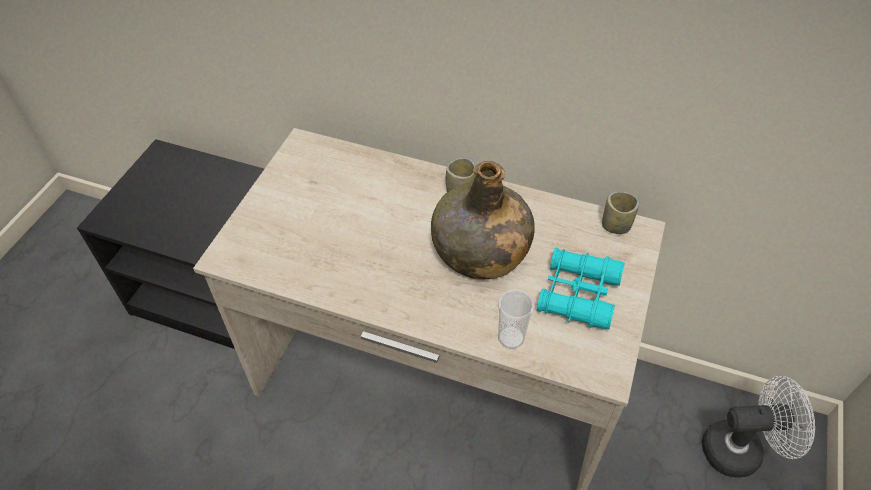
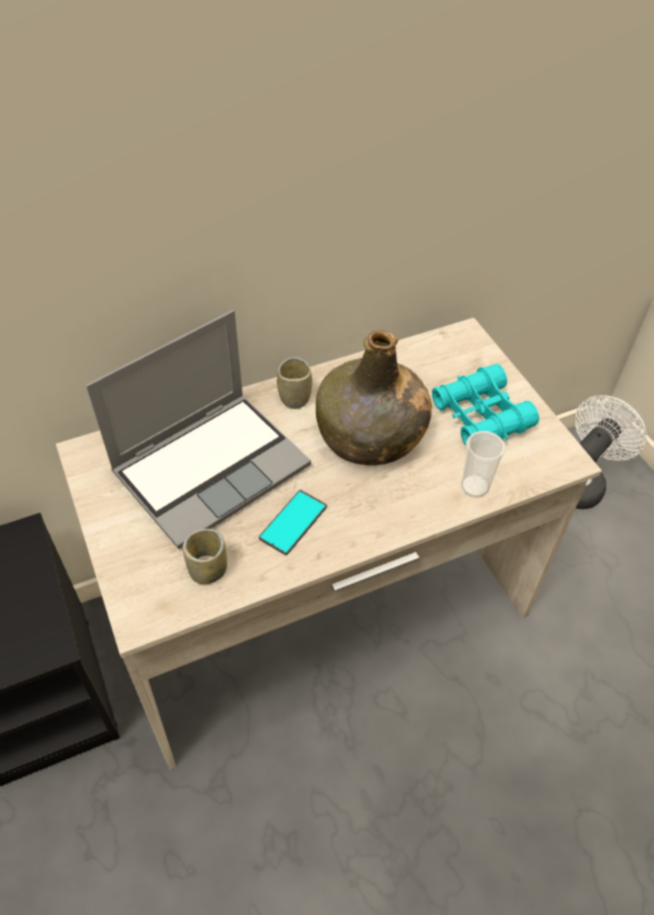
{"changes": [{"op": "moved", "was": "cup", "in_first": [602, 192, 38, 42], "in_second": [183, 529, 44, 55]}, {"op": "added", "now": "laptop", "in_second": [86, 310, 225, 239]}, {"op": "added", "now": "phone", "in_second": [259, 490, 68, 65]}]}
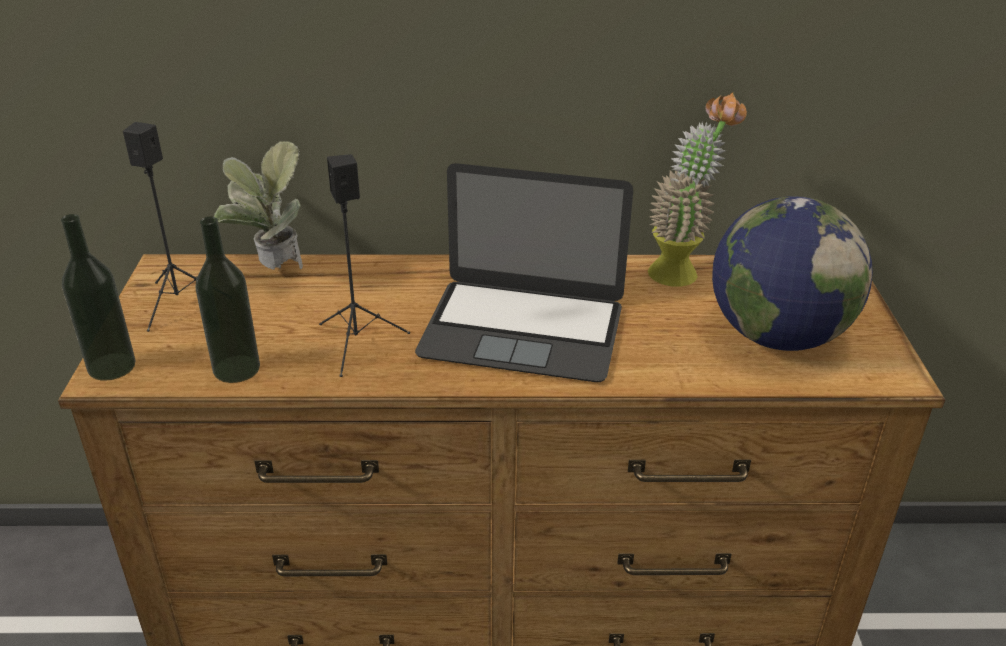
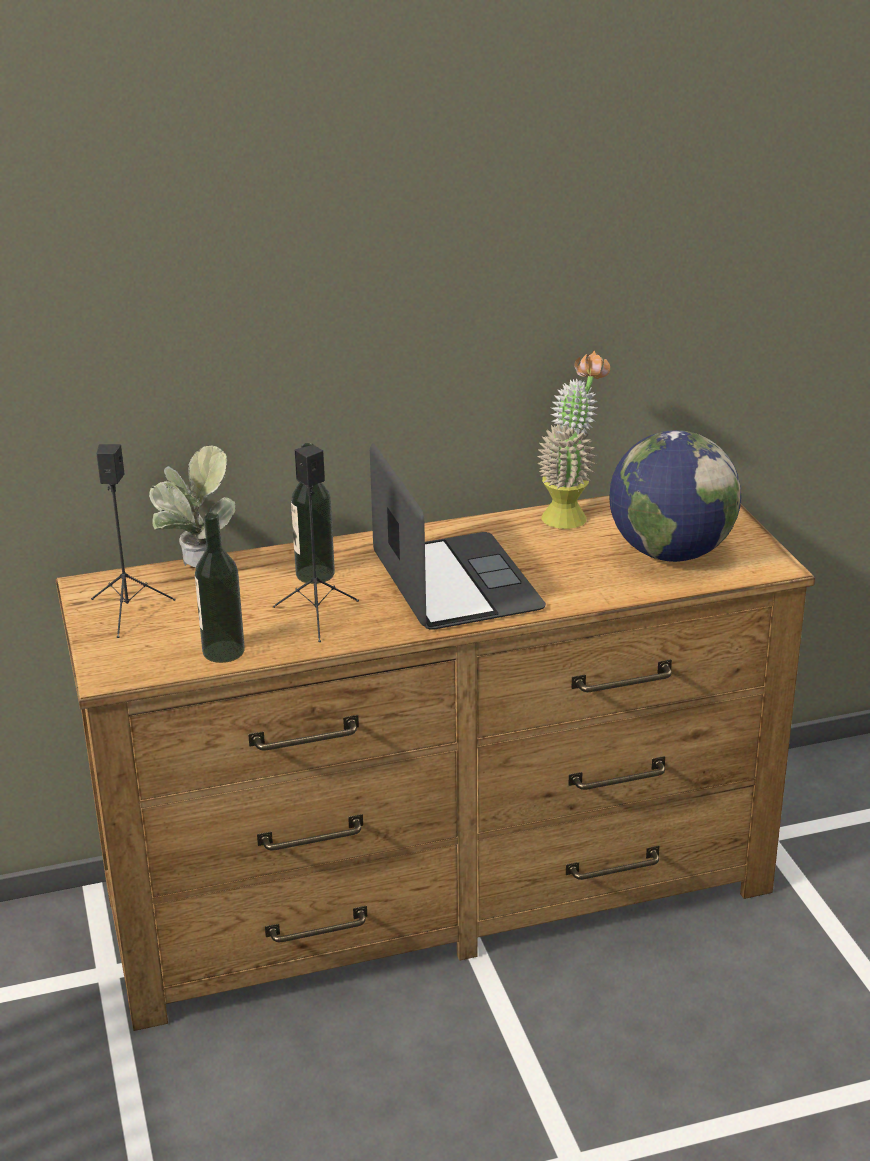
{"changes": [{"op": "turned", "was": "laptop", "in_first": [415, 163, 218, 219], "in_second": [370, 443, 176, 187], "clockwise": -105}, {"op": "moved", "was": "bottle", "in_first": [61, 214, 74, 167], "in_second": [291, 443, 44, 141]}]}
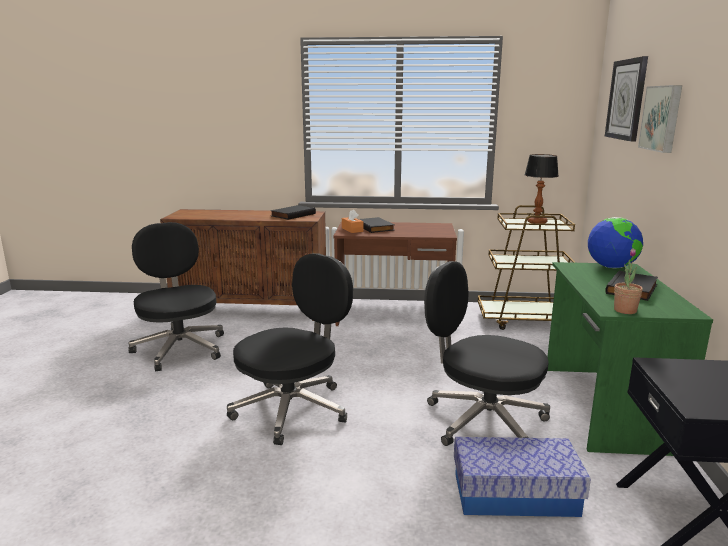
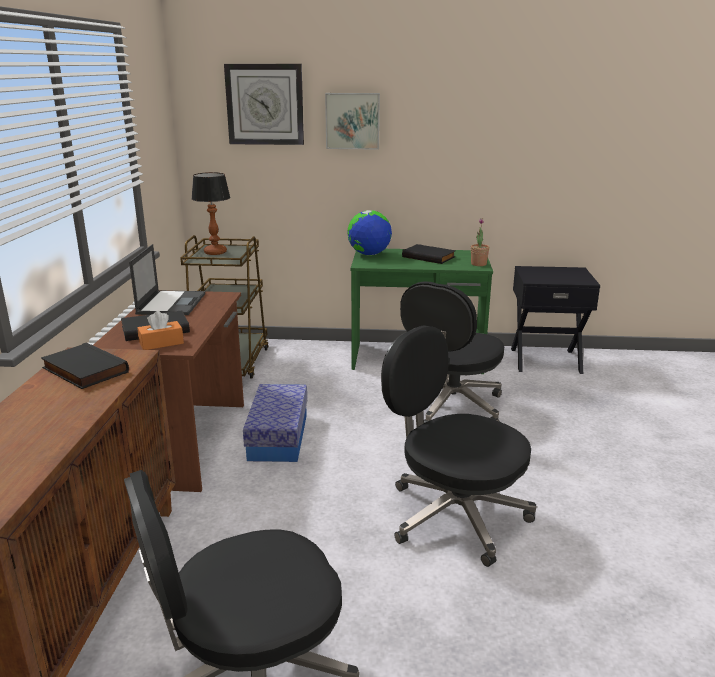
{"changes": [{"op": "moved", "was": "storage_box", "in_first": [454, 437, 137, 80], "in_second": [243, 384, 64, 78]}, {"op": "added", "now": "laptop", "in_second": [129, 244, 76, 71]}]}
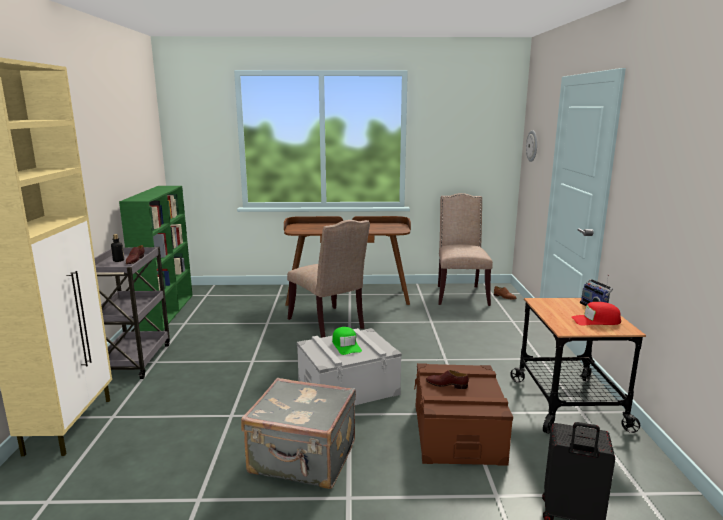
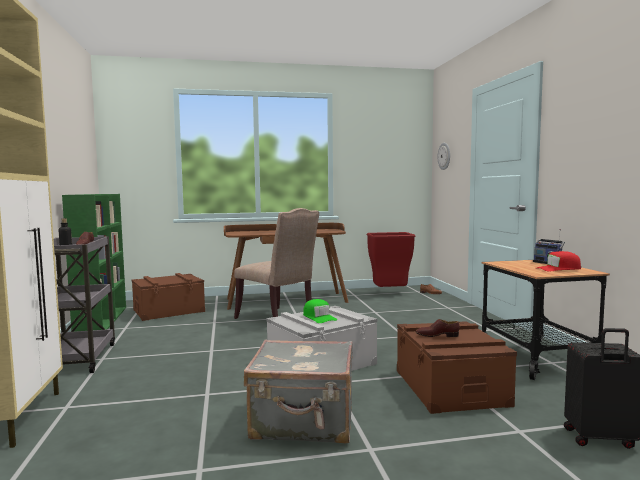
{"changes": [{"op": "replaced", "was": "beige_chair", "now": "red_trash_can", "in_first": [438, 193, 55, 113], "in_second": [367, 232, 48, 55]}, {"op": "added", "now": "brown_storage_box", "in_second": [132, 273, 73, 48]}]}
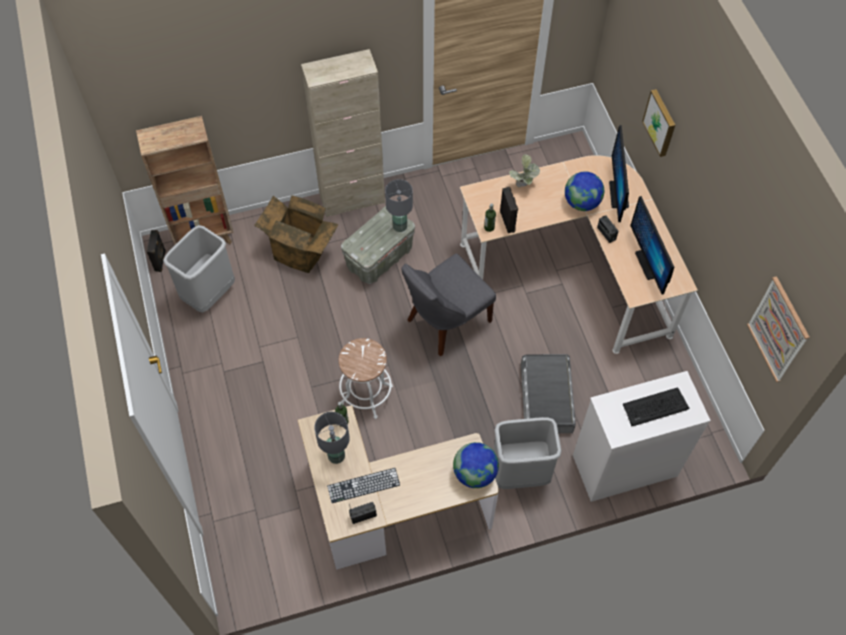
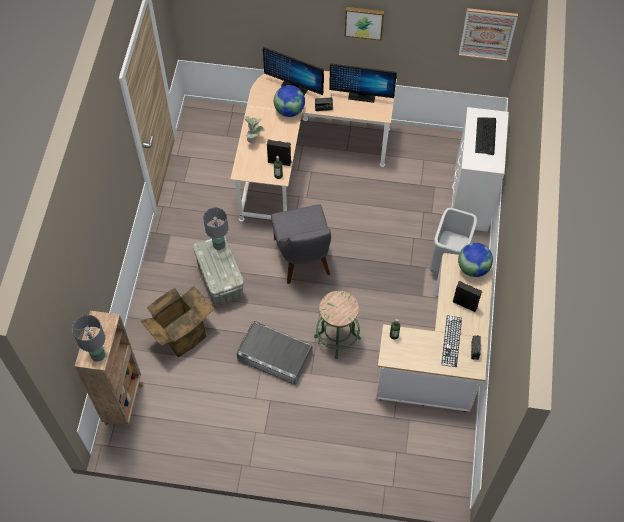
{"changes": [{"op": "removed", "was": "beige_cabinet", "in_first": [301, 49, 84, 168]}, {"op": "moved", "was": "picture", "in_first": [642, 89, 33, 68], "in_second": [345, 7, 39, 34]}, {"op": "removed", "was": "grey_trash_can", "in_first": [163, 225, 72, 88]}, {"op": "moved", "was": "black_speaker", "in_first": [147, 230, 19, 42], "in_second": [453, 281, 30, 31]}, {"op": "recoloured", "was": "white_stool", "now": "green_stool", "in_first": [339, 338, 54, 81], "in_second": [314, 291, 47, 68]}, {"op": "moved", "was": "grey_storage_box", "in_first": [521, 354, 55, 79], "in_second": [236, 321, 77, 64]}, {"op": "moved", "was": "grey_table_lamp", "in_first": [314, 412, 36, 52], "in_second": [72, 315, 34, 47]}]}
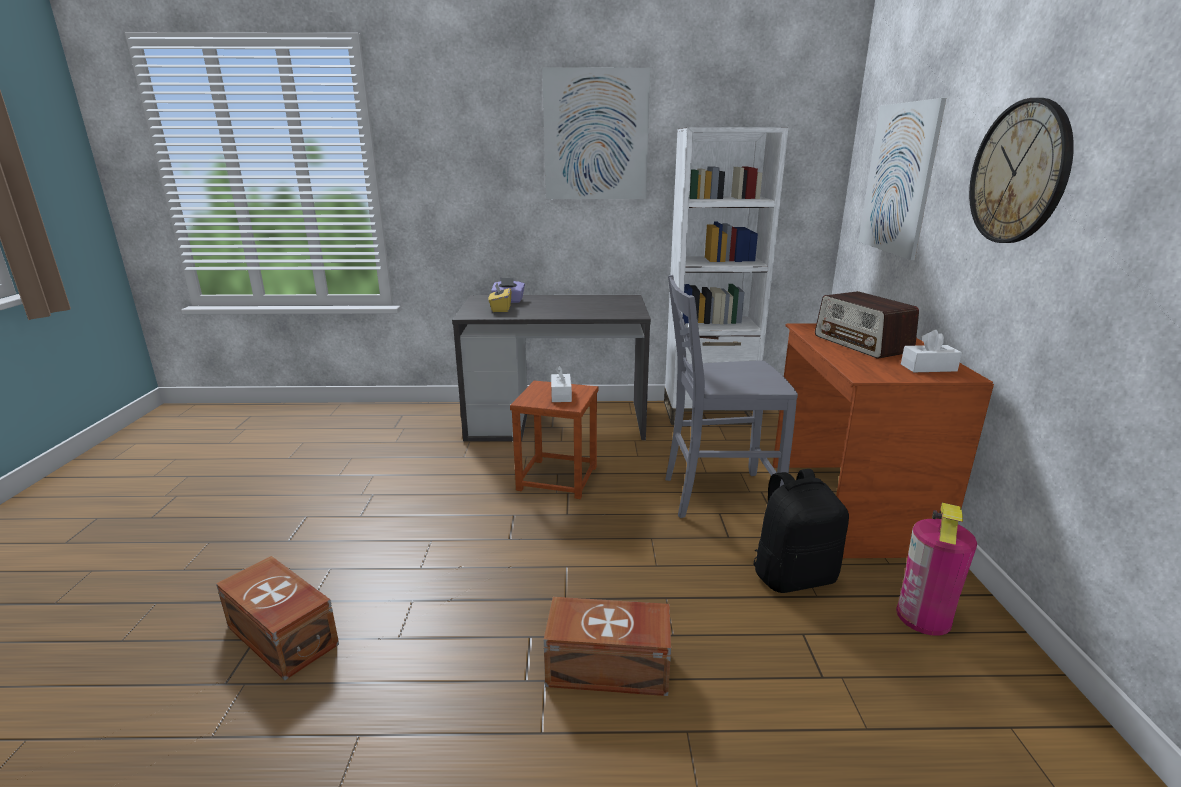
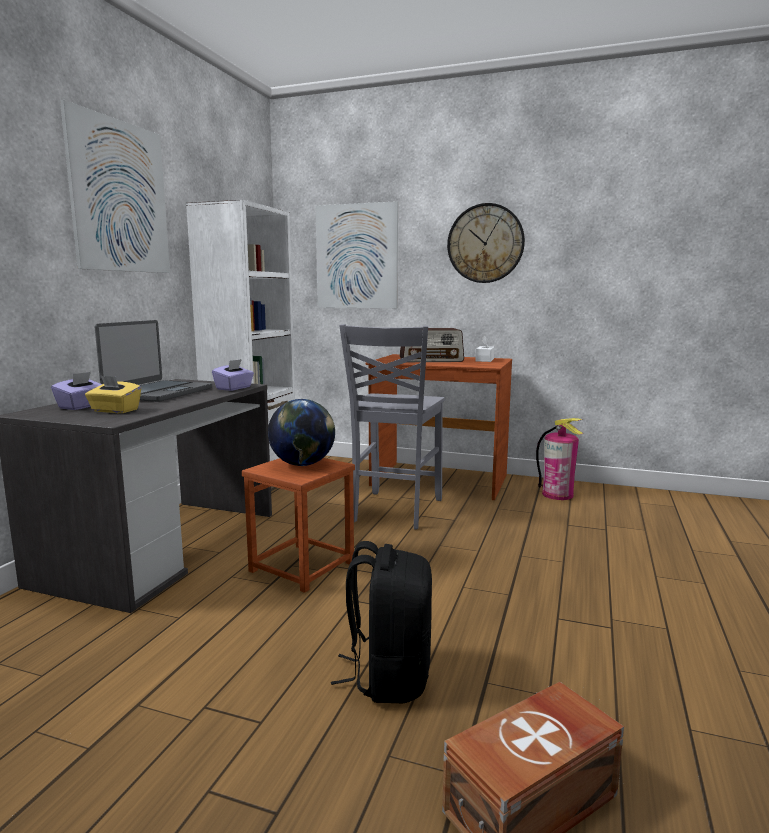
{"changes": [{"op": "replaced", "was": "white_tissue_box", "now": "globe", "in_first": [551, 366, 21, 36], "in_second": [268, 399, 67, 67]}, {"op": "moved", "was": "black_backpack", "in_first": [753, 469, 96, 124], "in_second": [331, 541, 101, 162]}, {"op": "removed", "was": "brown_storage_box", "in_first": [544, 597, 127, 99]}, {"op": "added", "now": "laptop", "in_second": [95, 320, 117, 82]}, {"op": "added", "now": "purple_tissue_box", "in_second": [212, 359, 42, 32]}]}
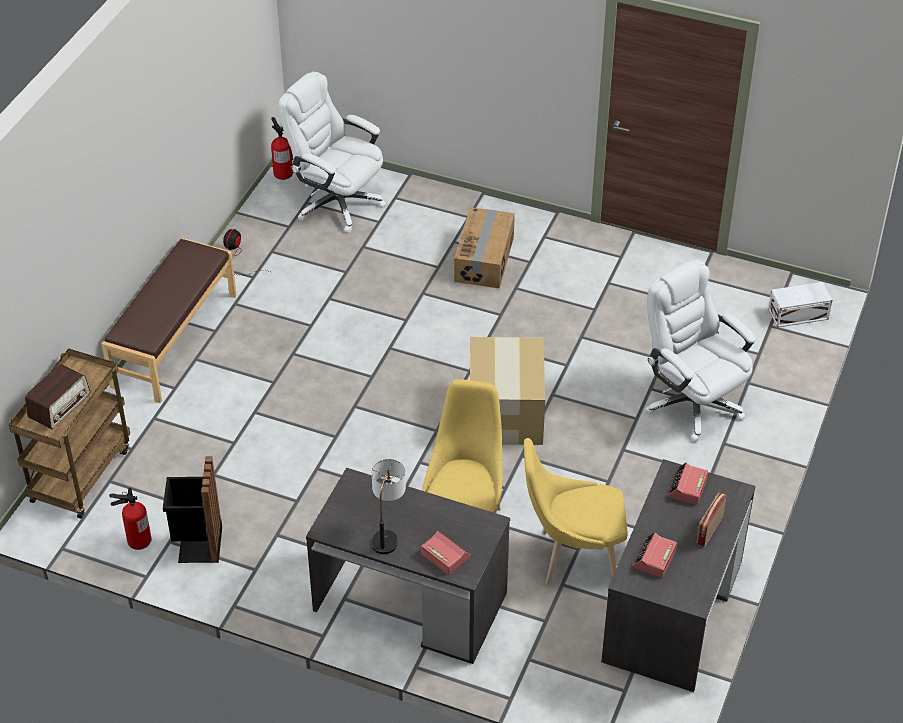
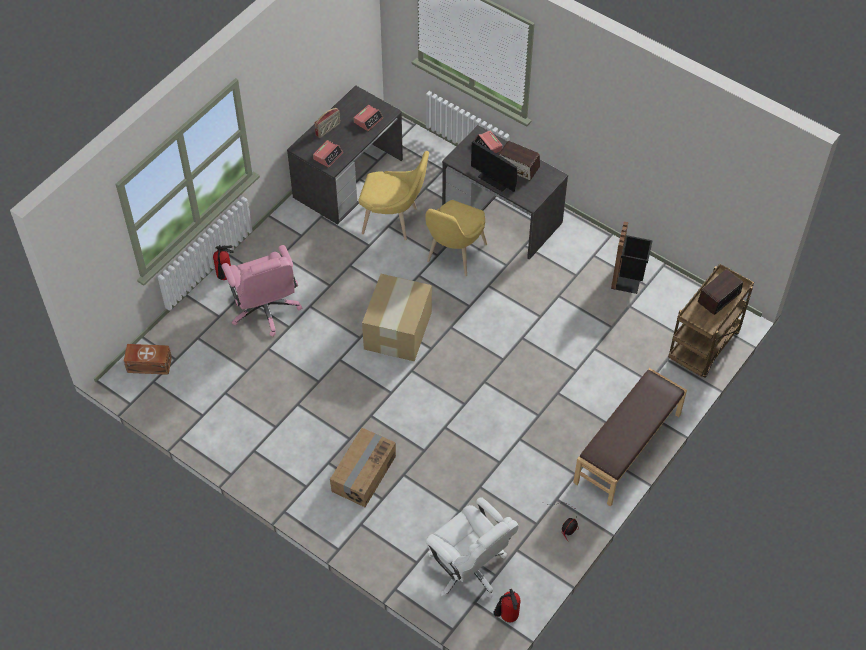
{"changes": [{"op": "recoloured", "was": "white_office_chair", "now": "pink_office_chair", "in_first": [644, 260, 112, 182], "in_second": [221, 245, 81, 92]}, {"op": "recoloured", "was": "white_storage_box", "now": "brown_storage_box", "in_first": [768, 282, 64, 46], "in_second": [124, 344, 48, 31]}, {"op": "replaced", "was": "table_lamp", "now": "radio", "in_first": [372, 459, 34, 95], "in_second": [498, 141, 42, 39]}, {"op": "moved", "was": "fire_extinguisher", "in_first": [109, 488, 43, 62], "in_second": [213, 245, 21, 35]}, {"op": "added", "now": "monitor", "in_second": [471, 141, 46, 51]}]}
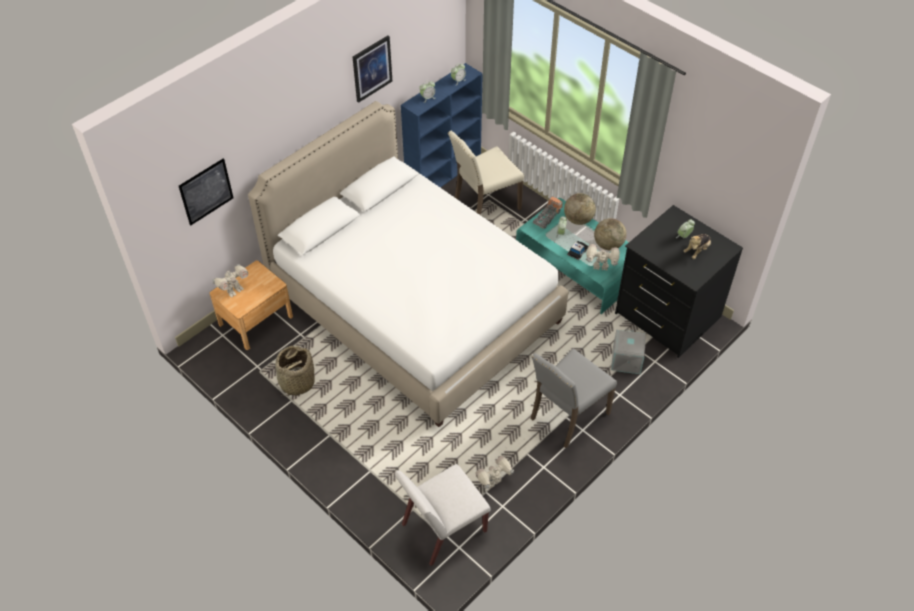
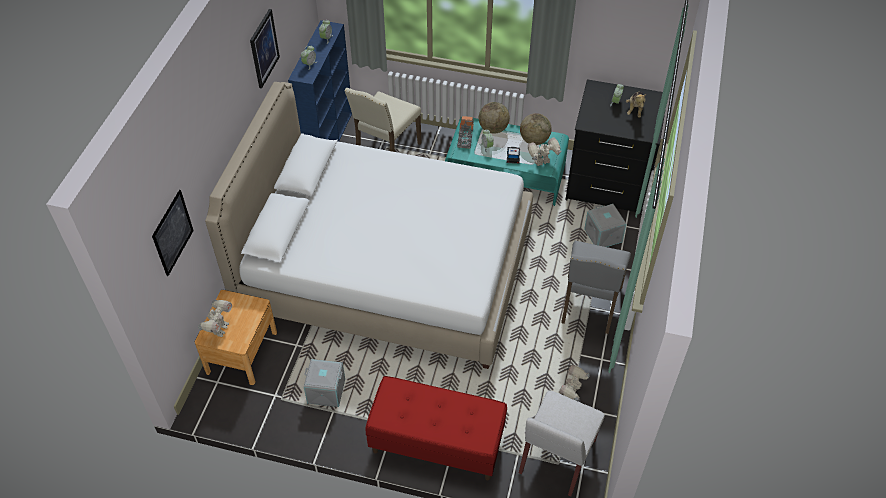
{"changes": [{"op": "replaced", "was": "basket", "now": "grey_storage_box", "in_first": [275, 345, 40, 51], "in_second": [304, 359, 41, 48]}, {"op": "added", "now": "red_bench", "in_second": [366, 376, 141, 104]}]}
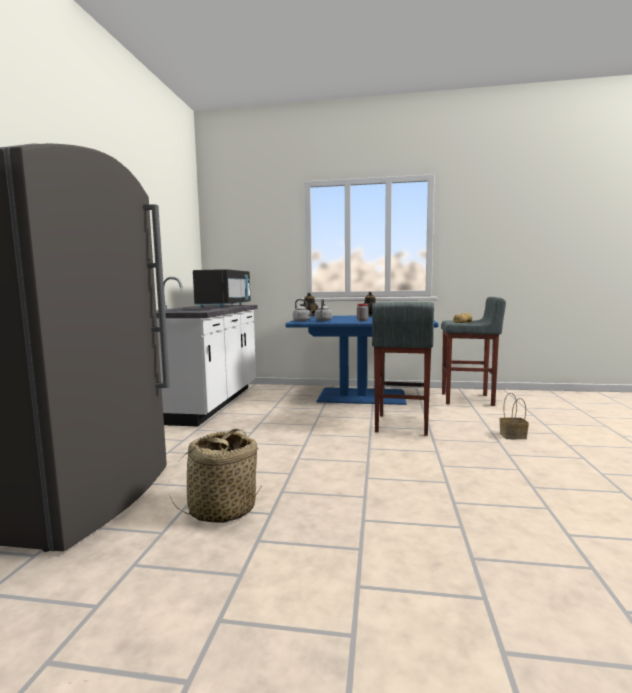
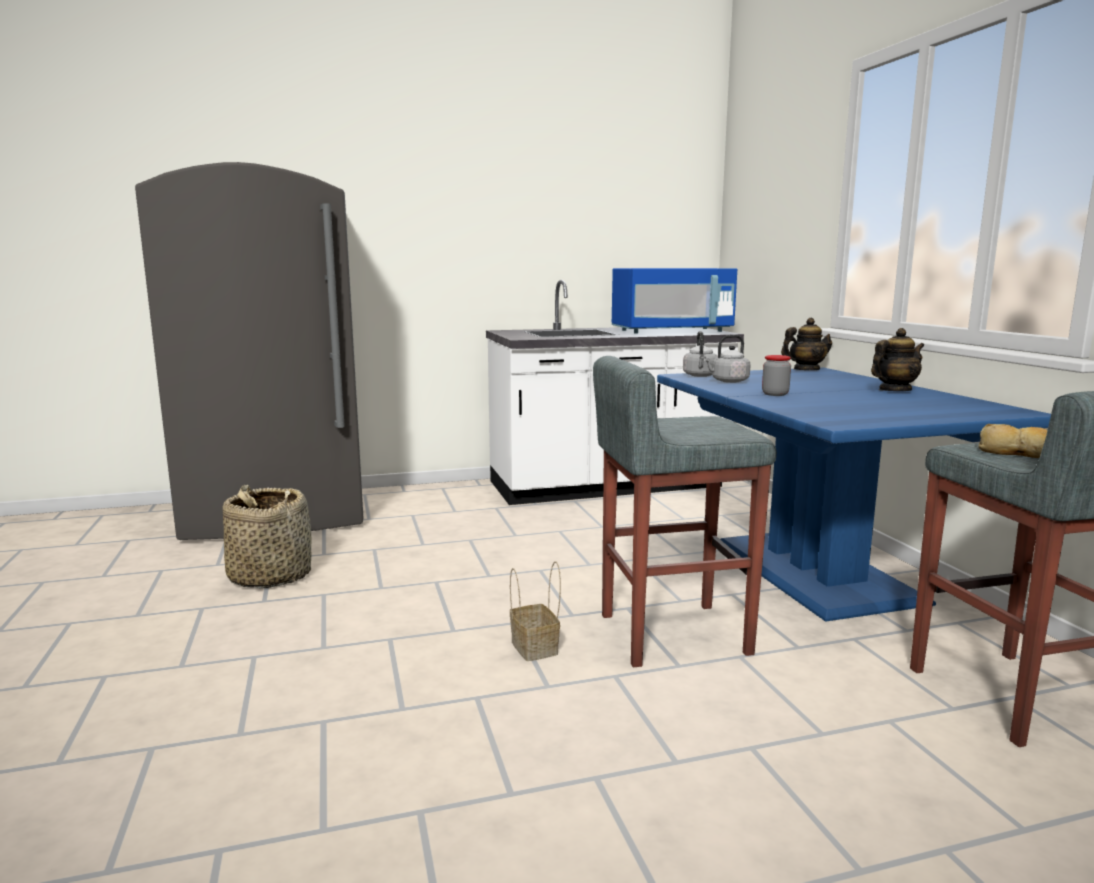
{"changes": [{"op": "recoloured", "was": "black_microwave", "now": "blue_microwave", "in_first": [193, 269, 58, 39], "in_second": [612, 268, 125, 66]}, {"op": "moved", "was": "basket", "in_first": [499, 393, 30, 46], "in_second": [510, 561, 51, 100]}]}
